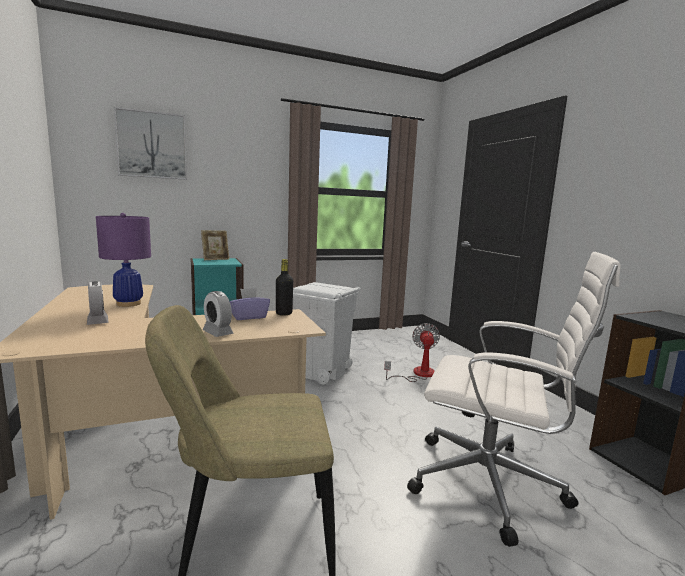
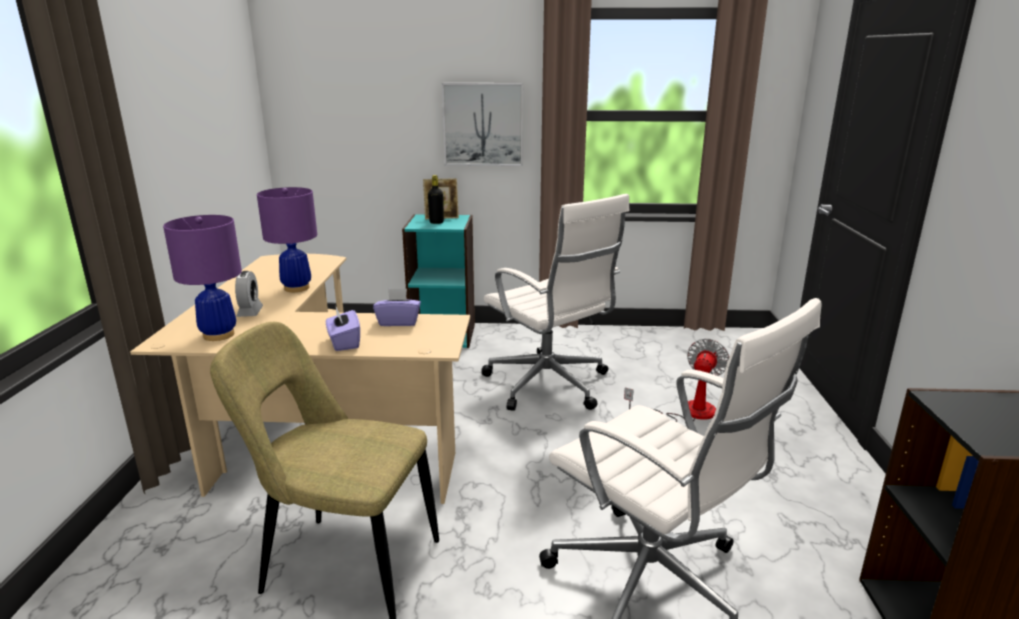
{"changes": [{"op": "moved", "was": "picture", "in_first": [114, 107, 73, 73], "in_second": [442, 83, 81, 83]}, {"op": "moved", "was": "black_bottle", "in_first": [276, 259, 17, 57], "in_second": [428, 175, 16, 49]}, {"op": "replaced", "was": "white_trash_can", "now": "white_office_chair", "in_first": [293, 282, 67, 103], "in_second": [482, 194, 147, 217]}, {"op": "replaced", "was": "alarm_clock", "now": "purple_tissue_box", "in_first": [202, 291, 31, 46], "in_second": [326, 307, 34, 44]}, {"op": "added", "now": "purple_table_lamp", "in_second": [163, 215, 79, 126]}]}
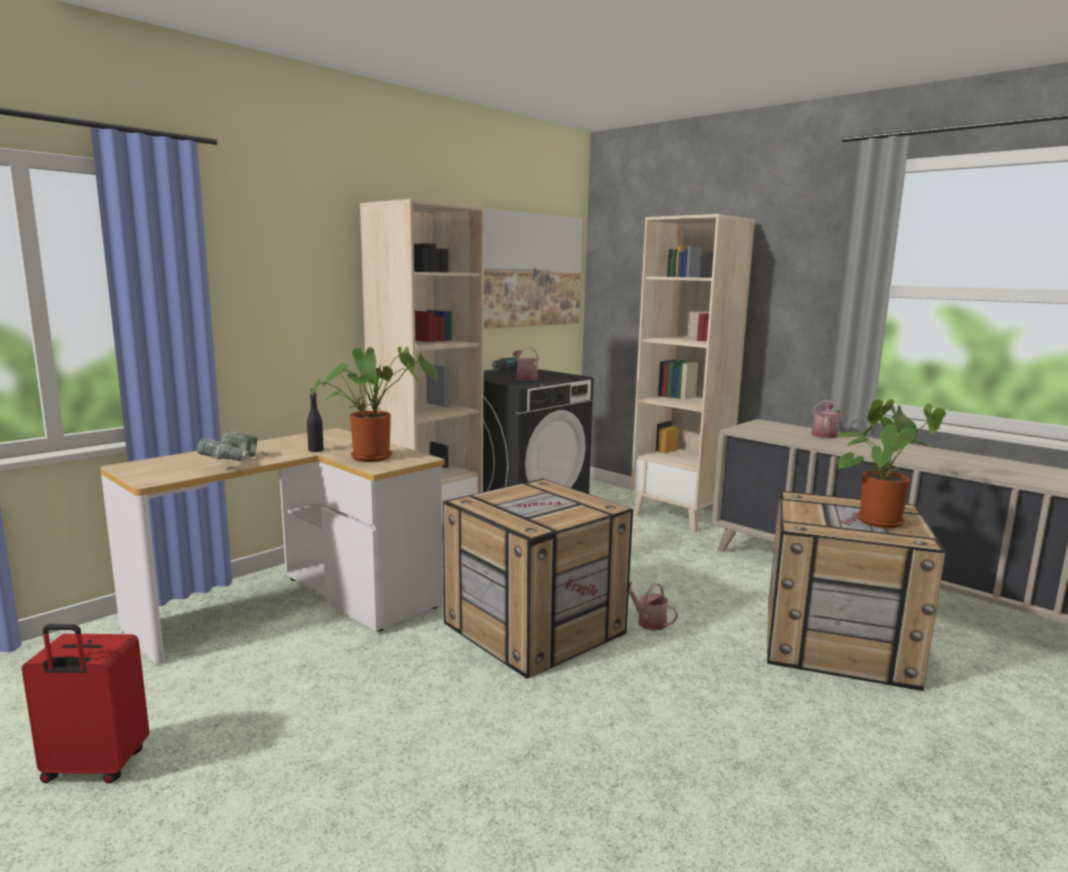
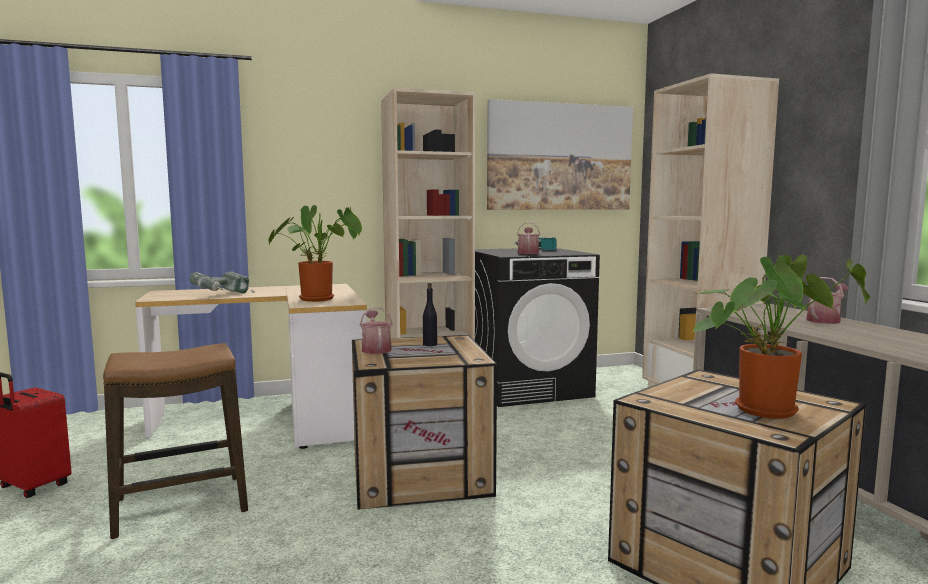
{"changes": [{"op": "moved", "was": "black_bottle", "in_first": [307, 388, 17, 64], "in_second": [423, 283, 14, 63]}, {"op": "moved", "was": "watering_can", "in_first": [629, 581, 49, 50], "in_second": [360, 308, 33, 46]}, {"op": "added", "now": "stool", "in_second": [103, 343, 145, 196]}]}
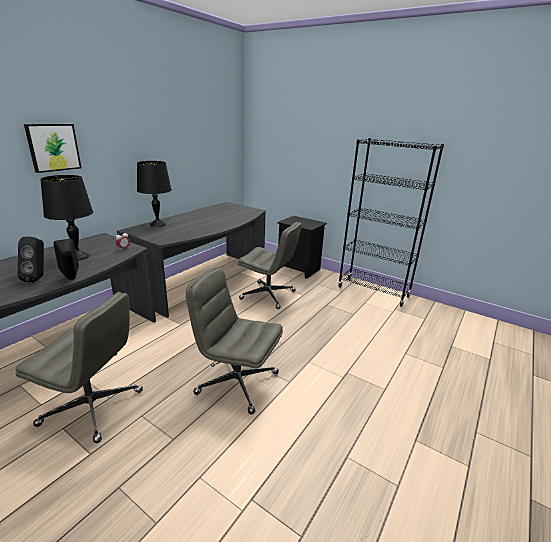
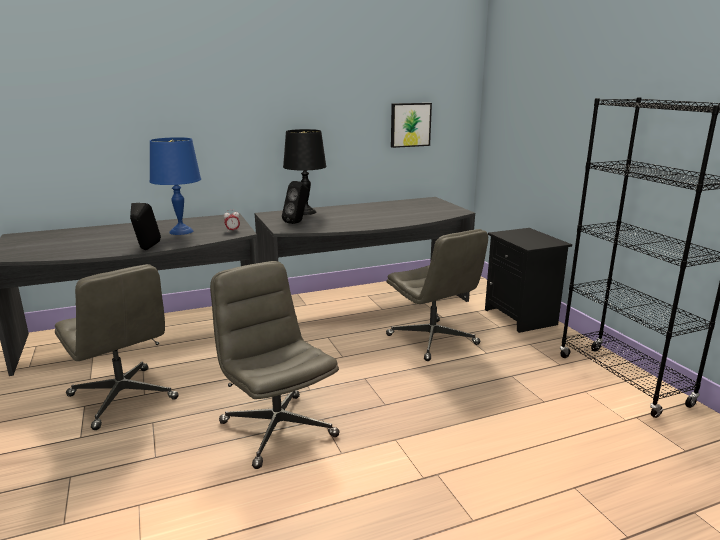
{"changes": [{"op": "moved", "was": "picture", "in_first": [24, 124, 58, 49], "in_second": [391, 103, 41, 45]}, {"op": "recoloured", "was": "black_table_lamp", "now": "blue_table_lamp", "in_first": [40, 175, 53, 86], "in_second": [149, 137, 52, 98]}, {"op": "moved", "was": "black_speaker", "in_first": [18, 237, 26, 46], "in_second": [282, 181, 26, 43]}]}
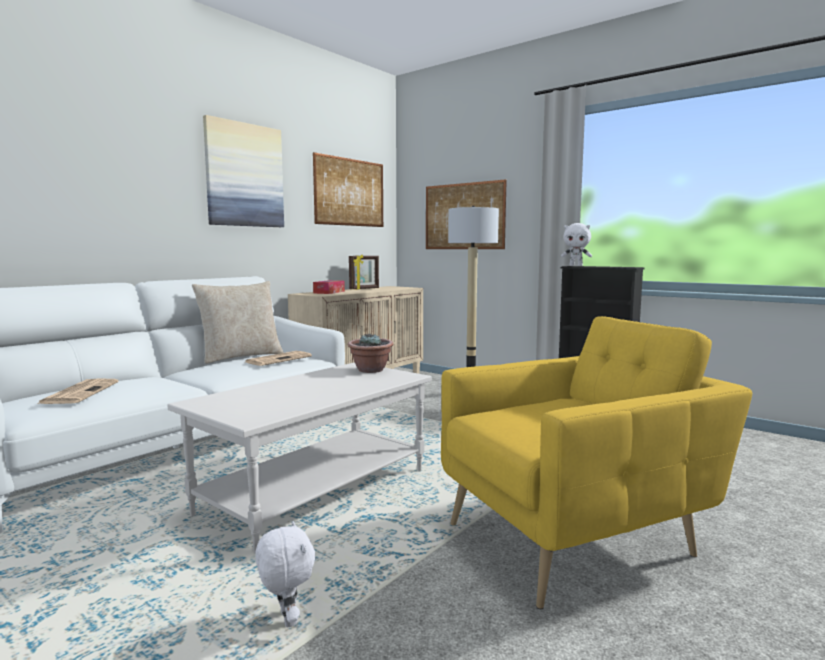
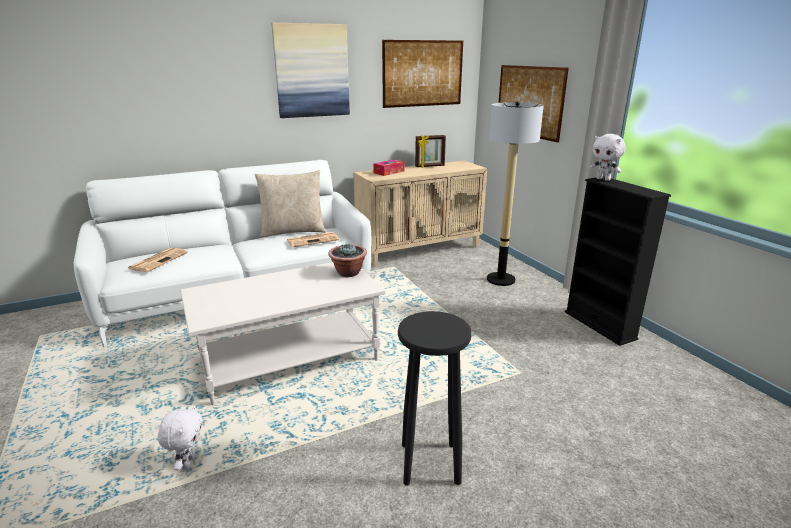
{"changes": [{"op": "replaced", "was": "yellow_armchair", "now": "black_stool", "in_first": [441, 316, 311, 293], "in_second": [398, 311, 73, 175]}]}
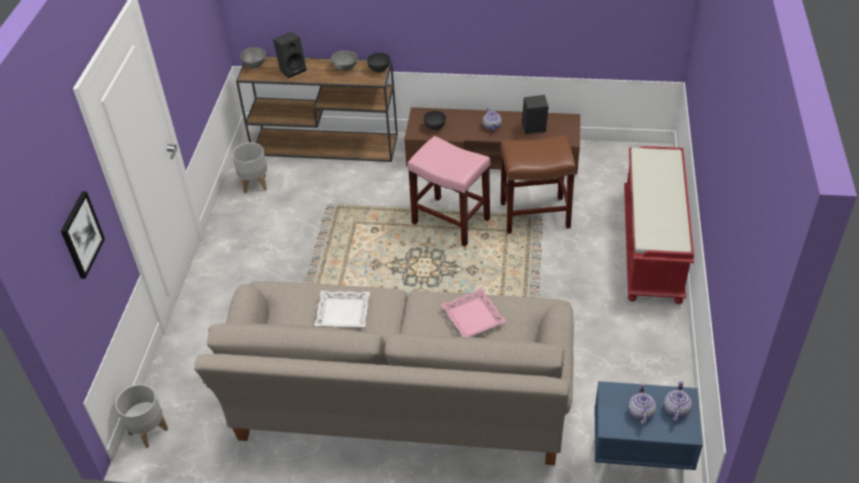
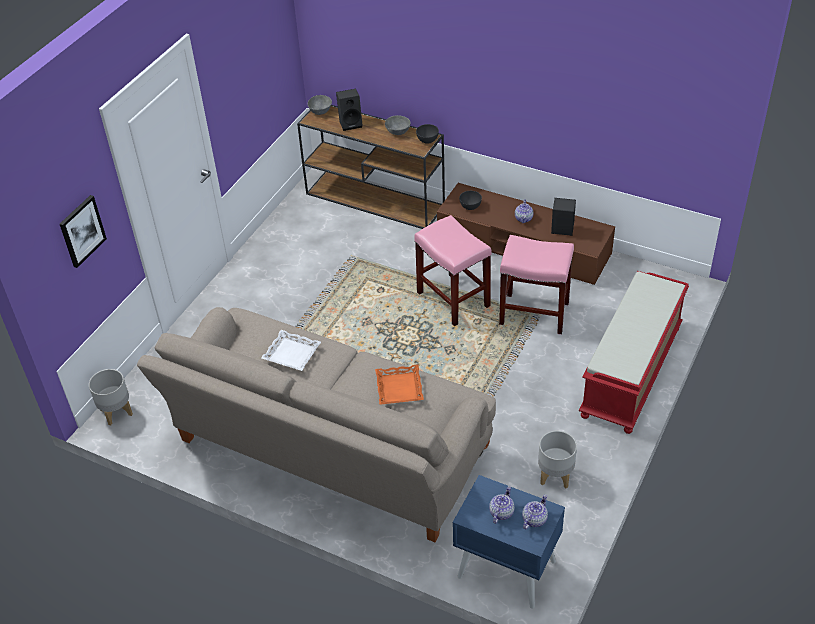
{"changes": [{"op": "recoloured", "was": "brown_stool", "now": "pink_stool", "in_first": [501, 135, 75, 99], "in_second": [499, 235, 75, 100]}, {"op": "moved", "was": "grey_planter", "in_first": [232, 142, 35, 52], "in_second": [538, 431, 39, 57]}, {"op": "recoloured", "was": "pink_tray", "now": "orange_tray", "in_first": [441, 288, 65, 49], "in_second": [375, 364, 49, 41]}]}
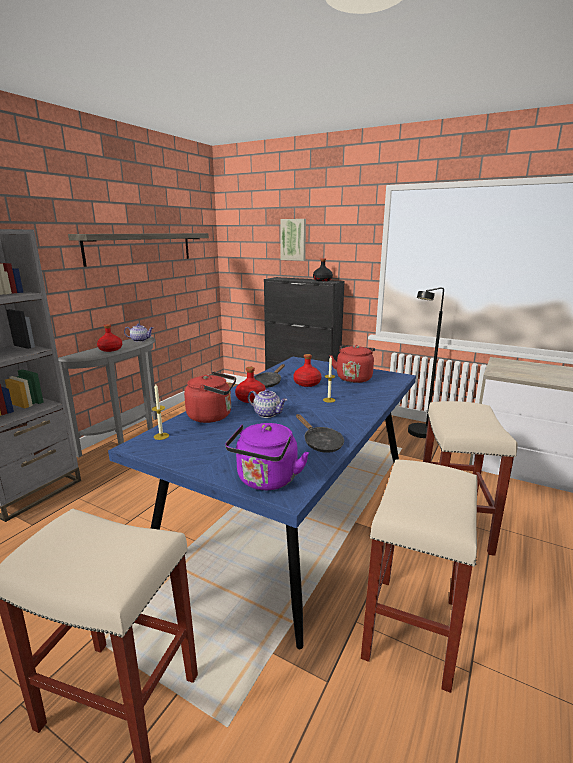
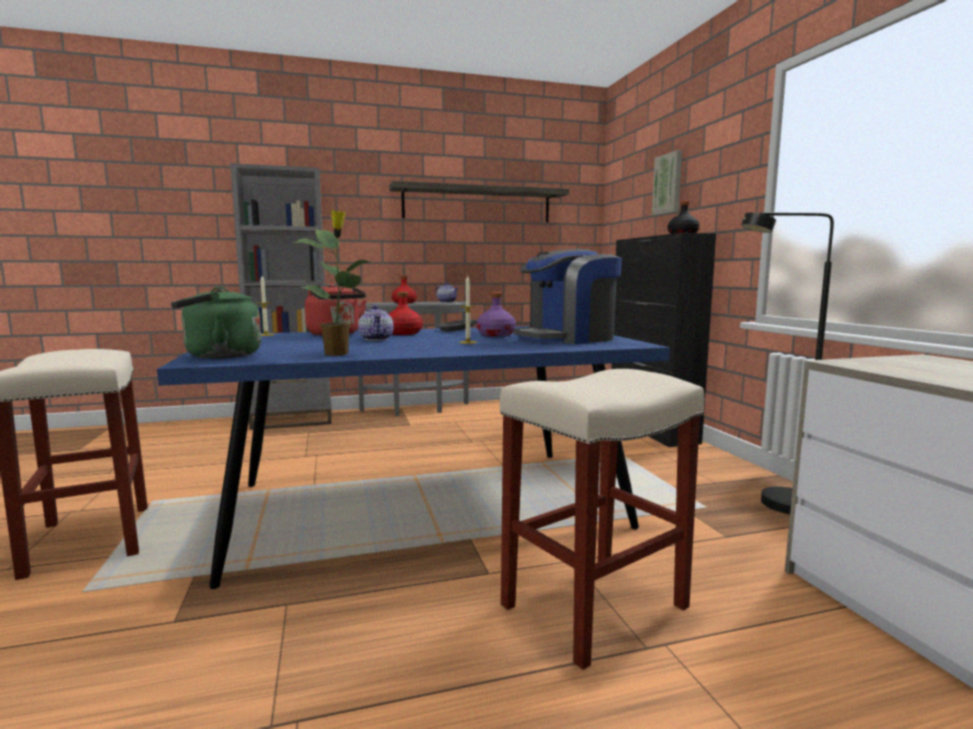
{"changes": [{"op": "replaced", "was": "red_kettle", "now": "coffee_machine", "in_first": [330, 345, 45, 38], "in_second": [514, 249, 108, 95]}, {"op": "recoloured", "was": "red_bottle", "now": "purple_bottle", "in_first": [293, 354, 28, 33], "in_second": [477, 292, 39, 44]}, {"op": "replaced", "was": "black_frying_pan", "now": "potted_plant", "in_first": [296, 414, 48, 39], "in_second": [293, 210, 77, 146]}, {"op": "recoloured", "was": "purple_kettle", "now": "green_kettle", "in_first": [225, 423, 84, 67], "in_second": [171, 287, 90, 72]}, {"op": "removed", "was": "beige_stool", "in_first": [361, 459, 116, 234]}]}
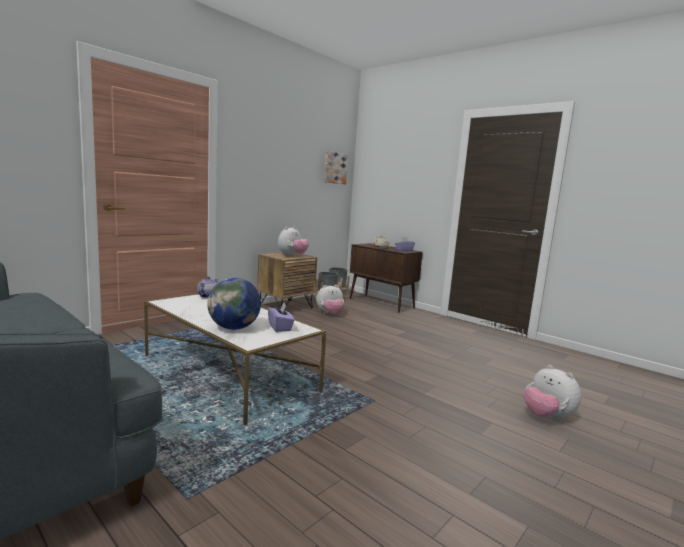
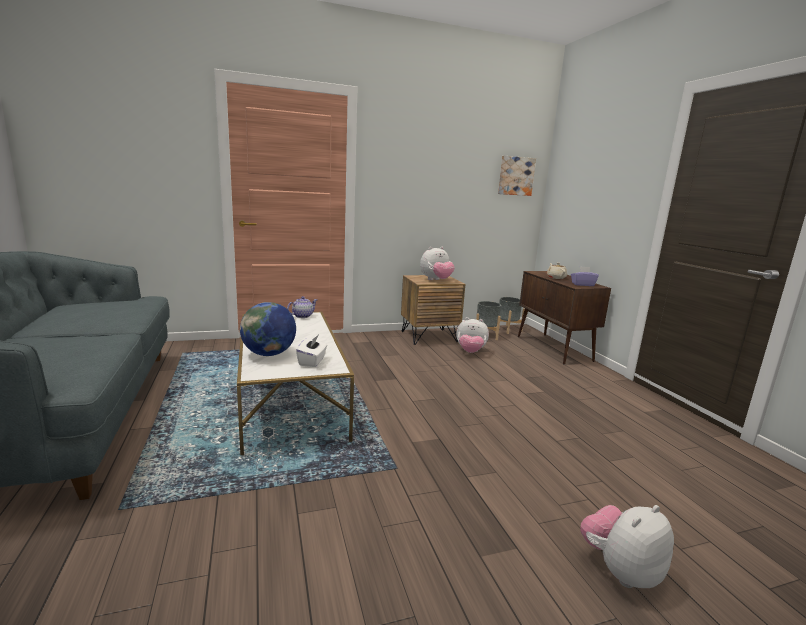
{"changes": [{"op": "recoloured", "was": "purple_tissue_box", "now": "white_tissue_box", "in_first": [268, 302, 27, 30], "in_second": [296, 335, 31, 32]}, {"op": "turned", "was": "plush_toy", "in_first": [524, 365, 58, 55], "in_second": [580, 505, 94, 83], "clockwise": 60}]}
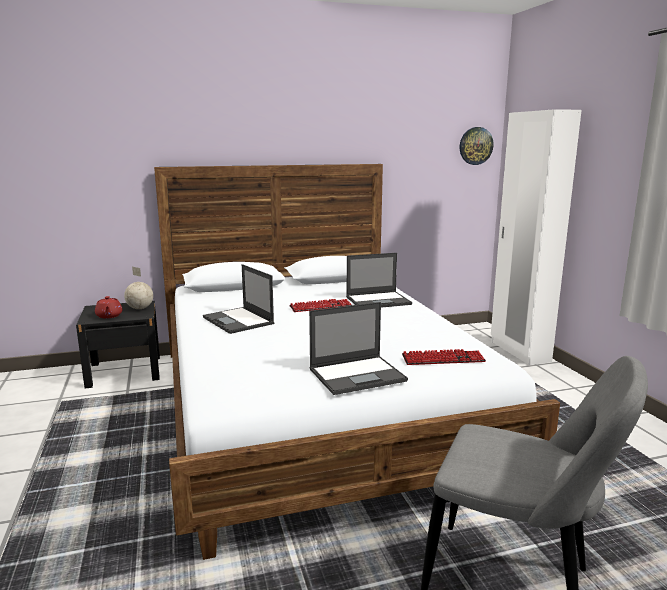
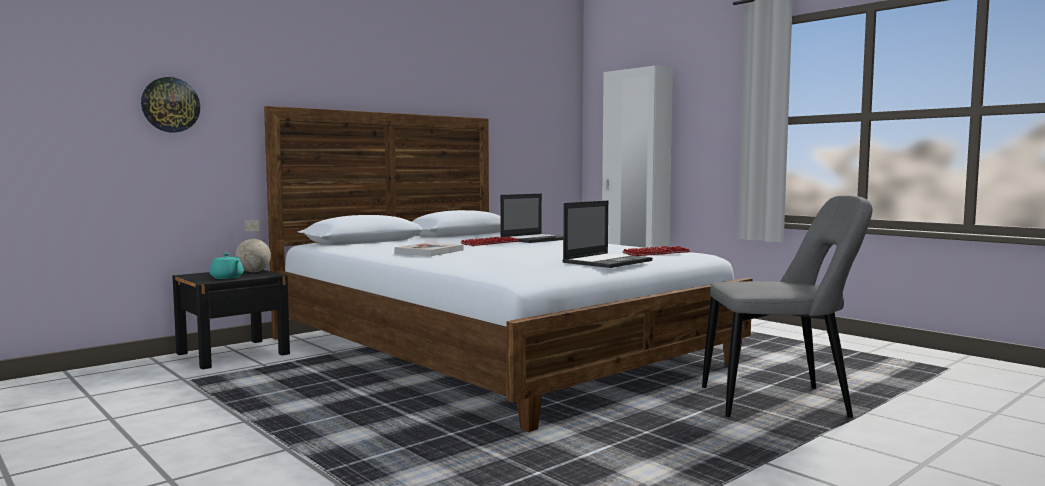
{"changes": [{"op": "moved", "was": "wall_clock", "in_first": [460, 127, 34, 38], "in_second": [141, 77, 59, 56]}, {"op": "replaced", "was": "laptop", "now": "book", "in_first": [203, 264, 71, 70], "in_second": [394, 242, 69, 14]}, {"op": "recoloured", "was": "red_teapot", "now": "turquoise_teapot", "in_first": [95, 296, 28, 22], "in_second": [209, 253, 35, 26]}]}
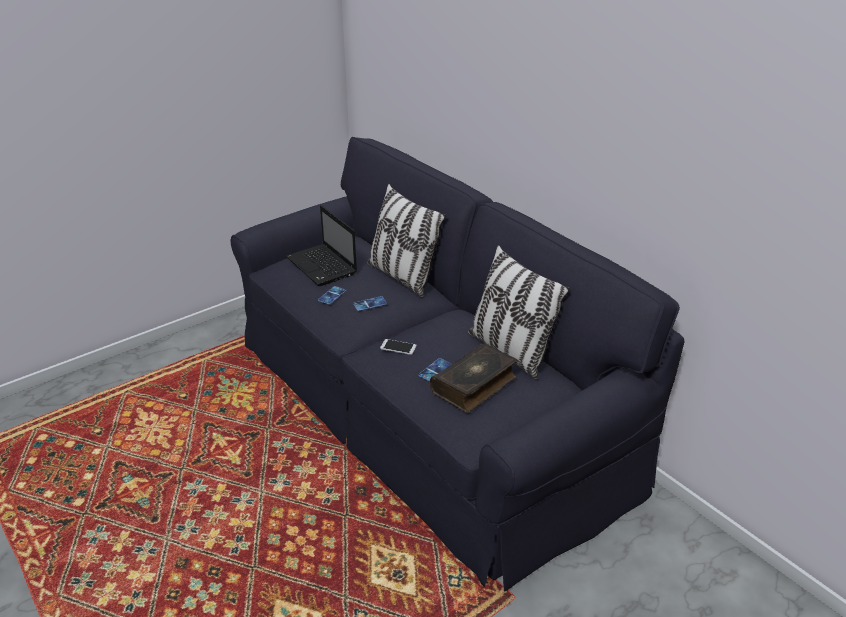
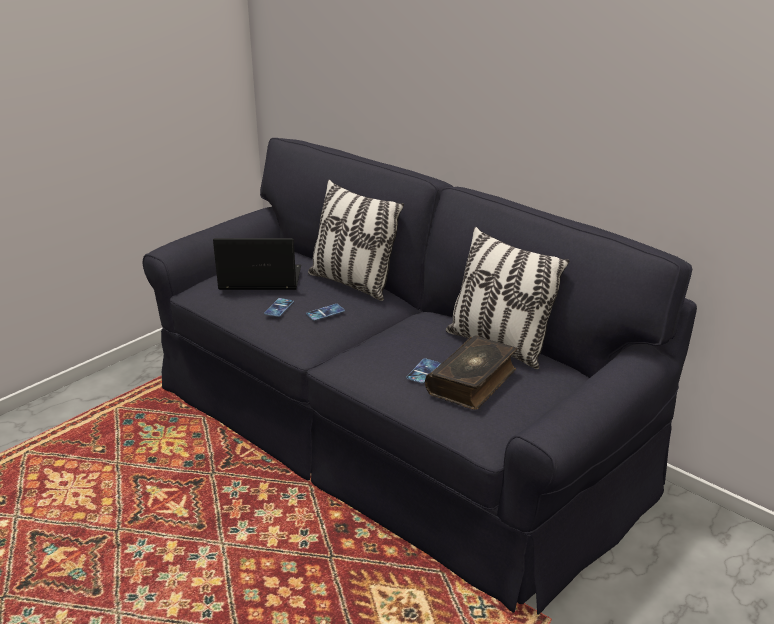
{"changes": [{"op": "turned", "was": "laptop", "in_first": [286, 205, 71, 81], "in_second": [213, 238, 88, 52], "clockwise": 135}, {"op": "removed", "was": "phone", "in_first": [380, 339, 37, 16]}]}
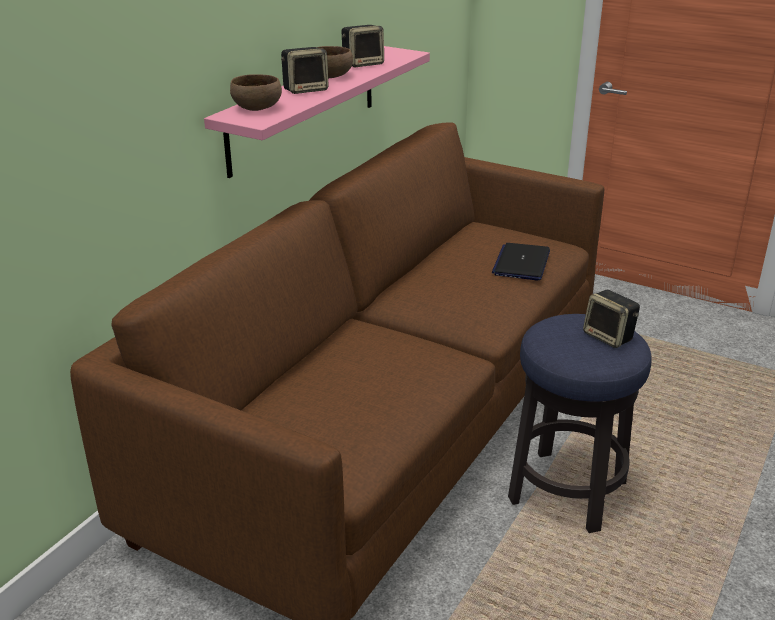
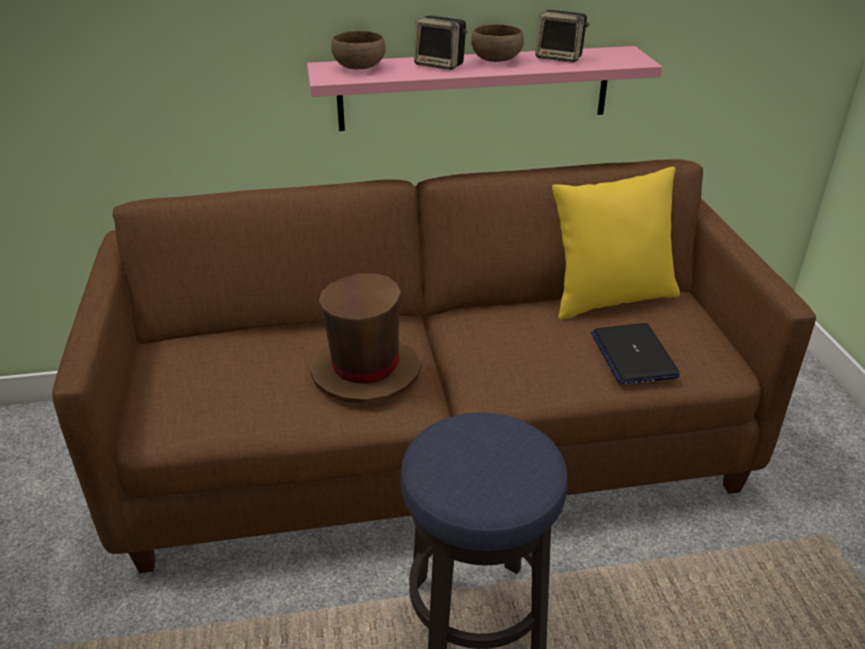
{"changes": [{"op": "turned", "was": "laptop", "in_first": [492, 243, 58, 38], "in_second": [591, 323, 89, 61], "clockwise": -75}, {"op": "removed", "was": "speaker", "in_first": [583, 290, 57, 58]}, {"op": "added", "now": "yellow_pillow", "in_second": [552, 167, 128, 153]}, {"op": "added", "now": "brown_hat", "in_second": [310, 273, 111, 131]}]}
